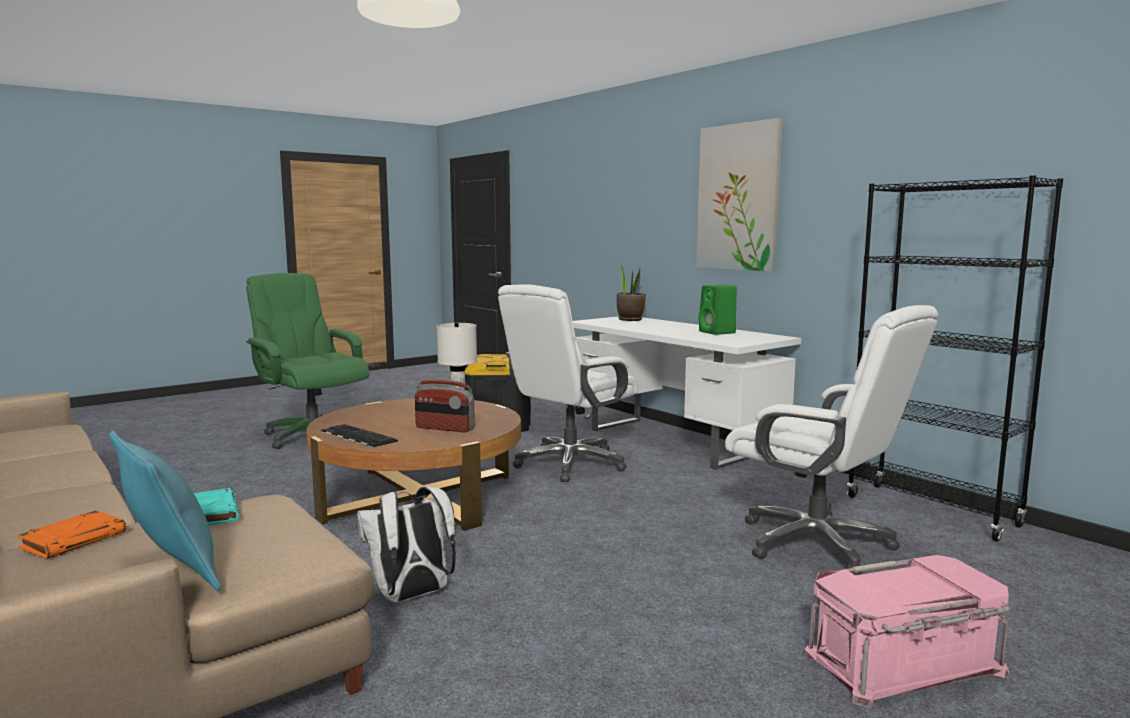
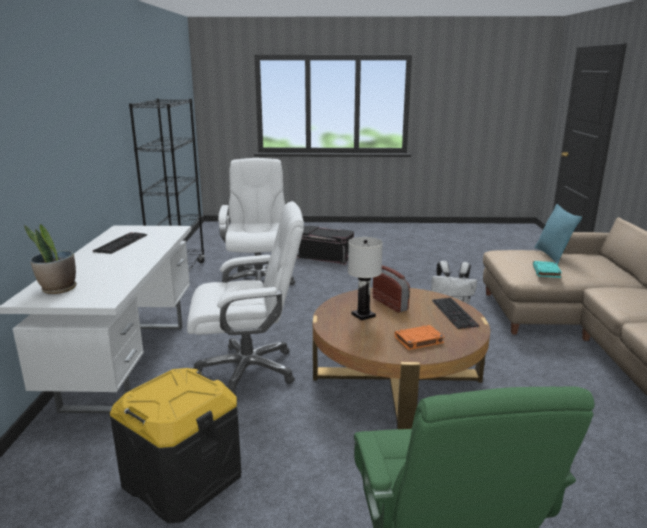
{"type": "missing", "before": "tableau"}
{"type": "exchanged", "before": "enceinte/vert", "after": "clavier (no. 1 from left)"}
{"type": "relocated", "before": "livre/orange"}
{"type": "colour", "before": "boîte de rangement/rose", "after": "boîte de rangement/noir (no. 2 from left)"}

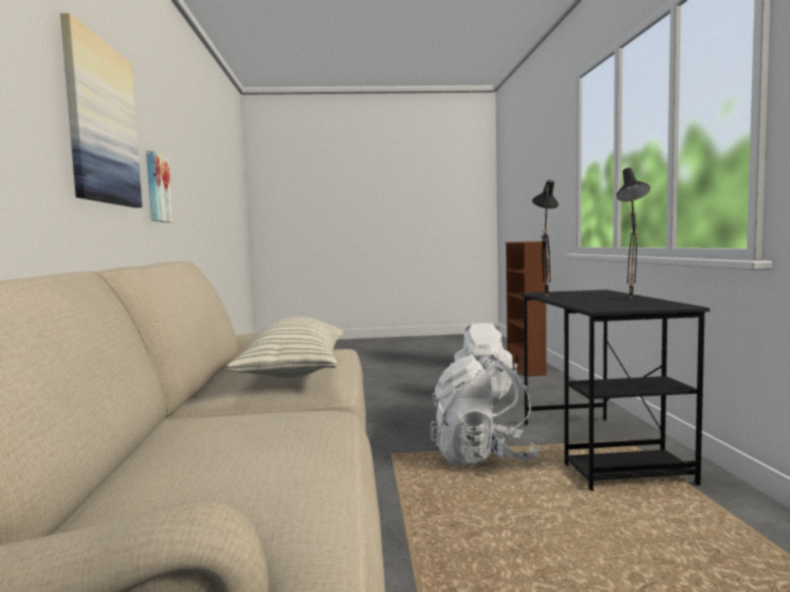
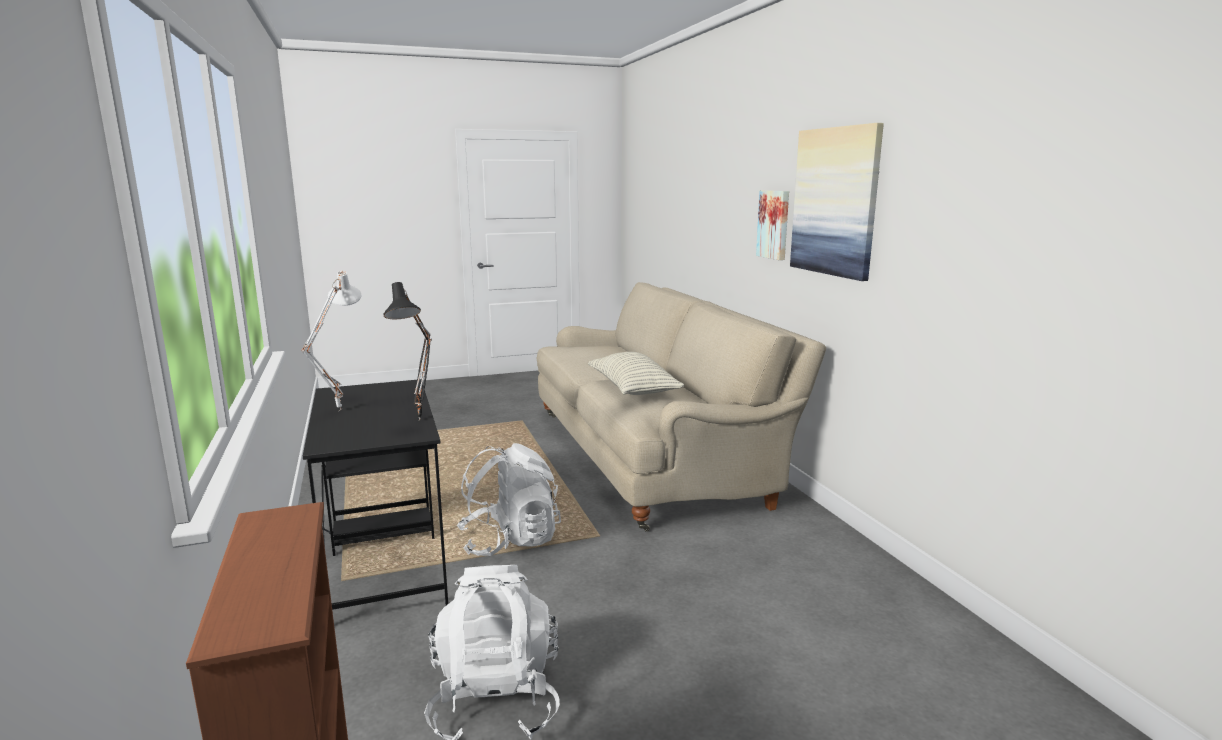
{"type": "relocated", "before": "tableau (no. 2 from left in the first image)", "after": "tableau (no. 1 from left)"}
{"type": "colour", "before": "lampe de table/noir (no. 2 from left)", "after": "lampe de table/blanc"}

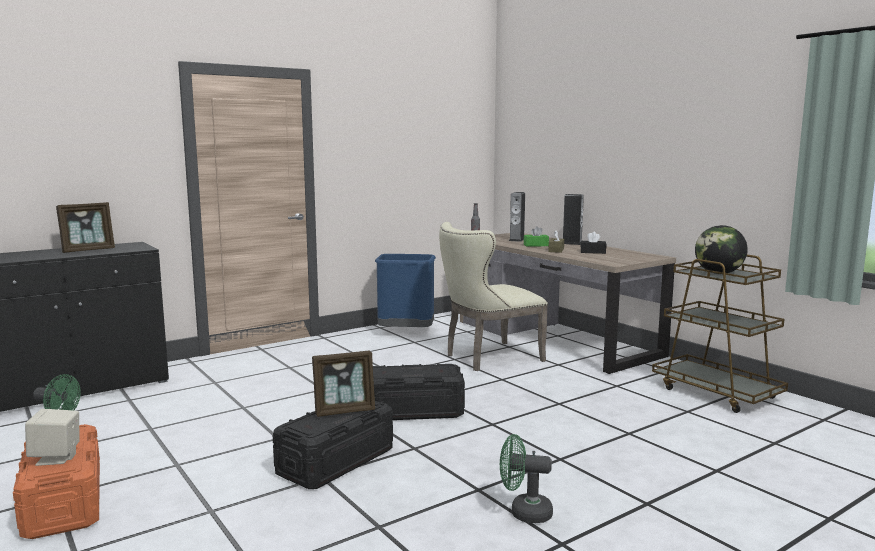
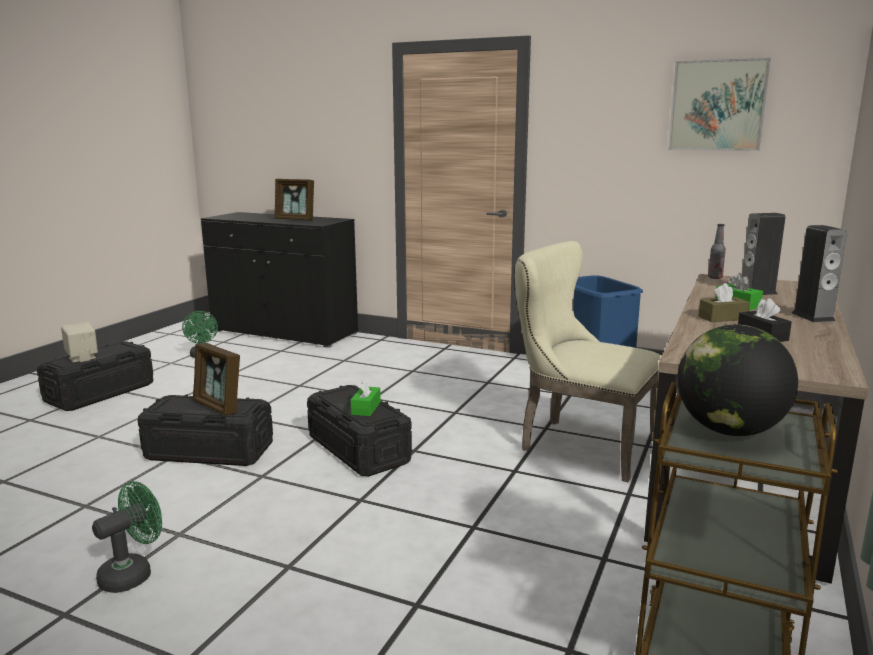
{"type": "colour", "before": "boîte de rangement/orange", "after": "boîte de rangement/noir (no. 1 from left)"}
{"type": "spun", "before": "ventilateur/vert (no. 2 from left in the first image)", "turn": 60}
{"type": "appeared", "after": "tableau"}
{"type": "appeared", "after": "boîte à mouchoirs/vert (no. 1 from left)"}

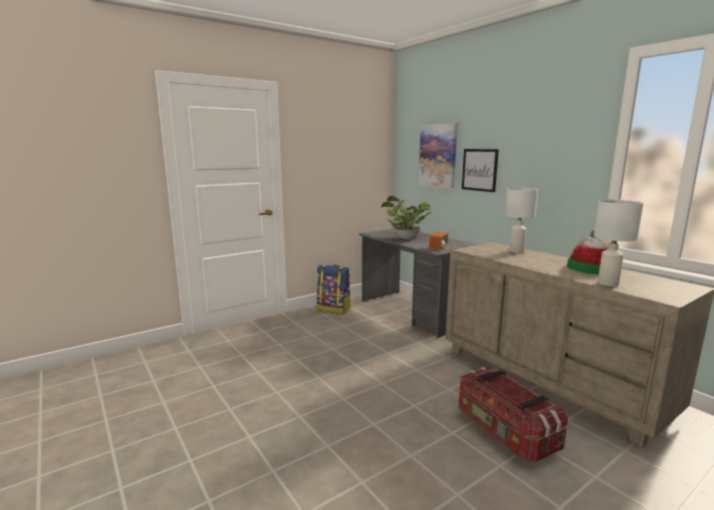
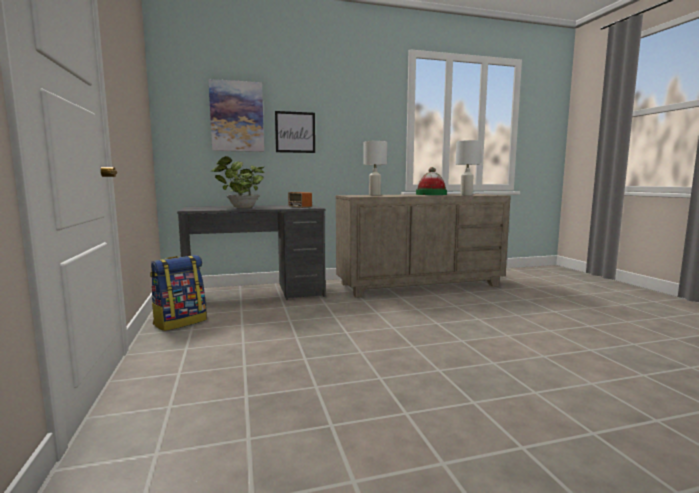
{"type": "missing", "before": "boîte de rangement"}

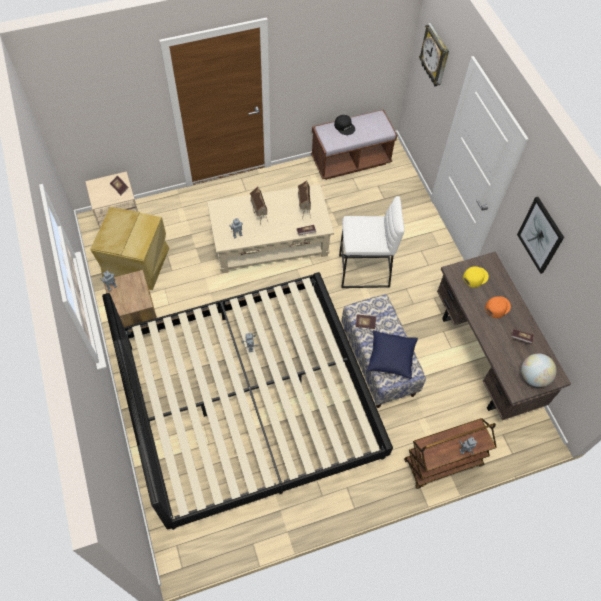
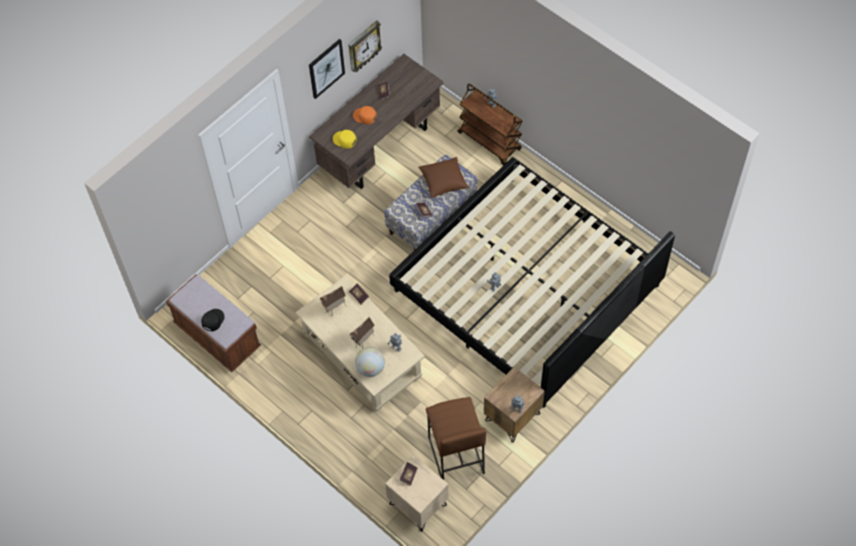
{"type": "relocated", "before": "horloge murale"}
{"type": "missing", "before": "tabouret/blanc"}
{"type": "exchanged", "before": "boîte de rangement/beige", "after": "tabouret/marron"}
{"type": "colour", "before": "coussin/bleu", "after": "coussin/marron"}
{"type": "relocated", "before": "globe"}

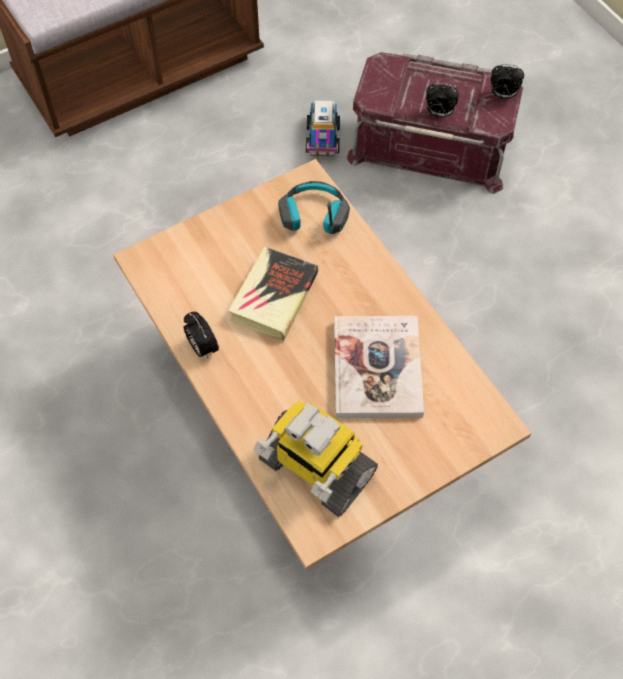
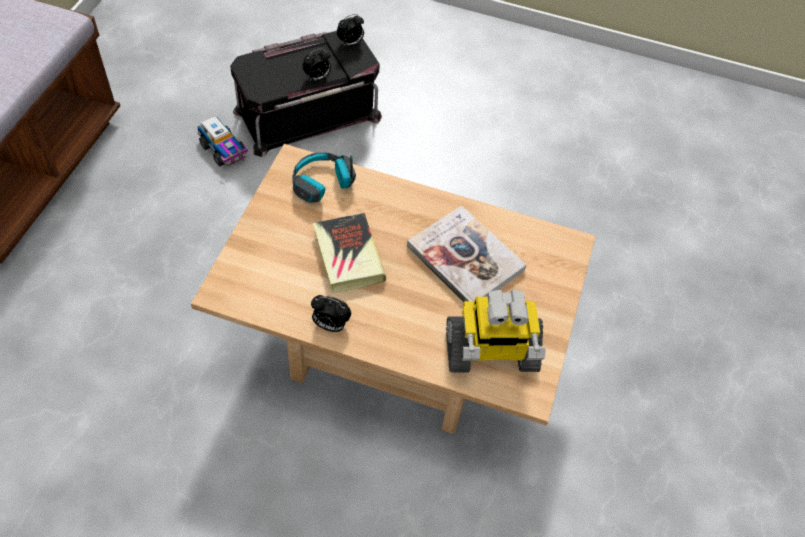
{"type": "colour", "before": "boîte de rangement/rouge", "after": "boîte de rangement/noir"}

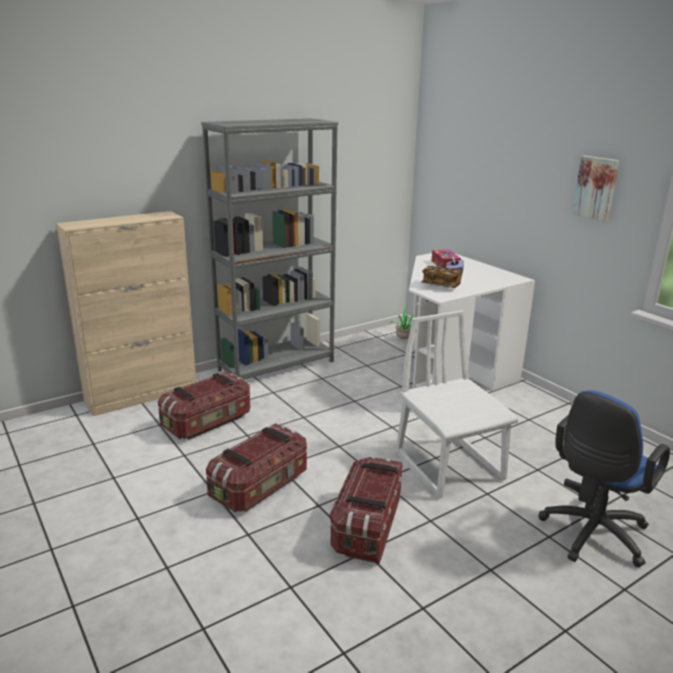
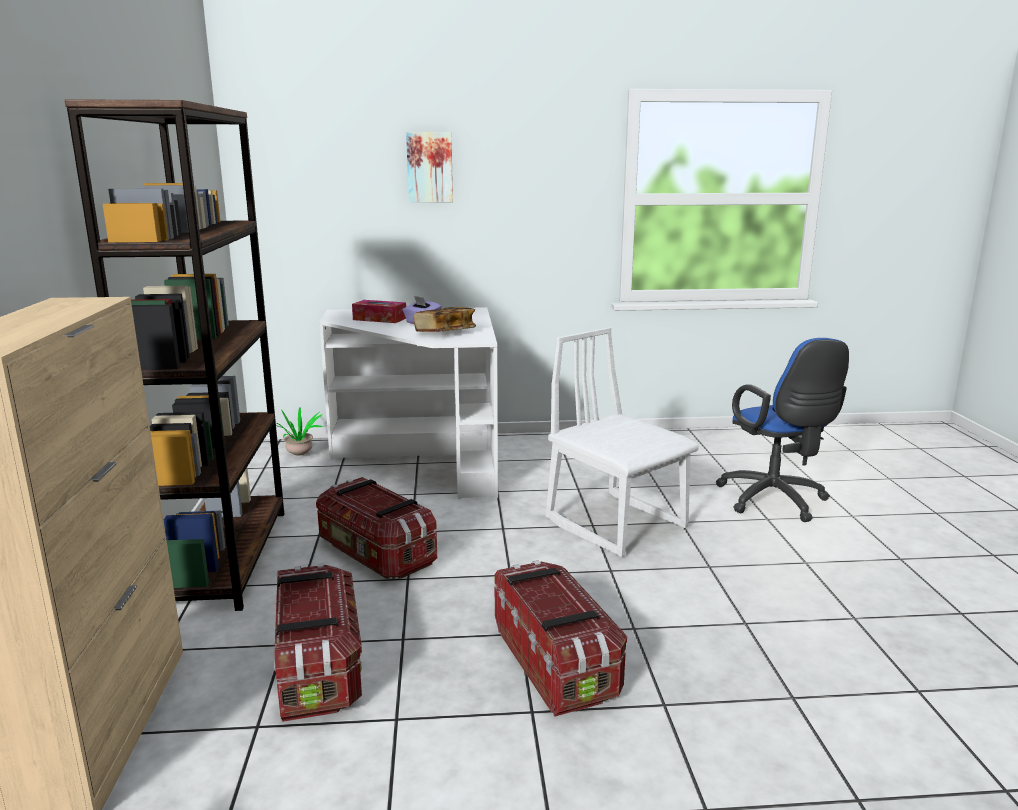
{"type": "colour", "before": "bibliothèque/gris", "after": "bibliothèque/marron"}
{"type": "relocated", "before": "tableau"}
{"type": "spun", "before": "chaise/blanc", "turn": 45}
{"type": "relocated", "before": "boîte de rangement (no. 3 from left in the first image)", "after": "boîte de rangement (no. 2 from left)"}

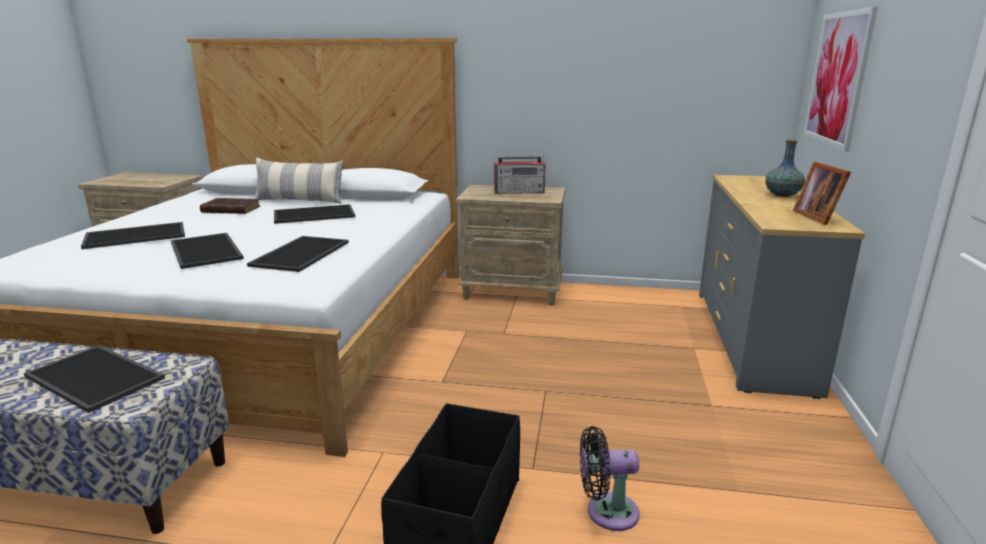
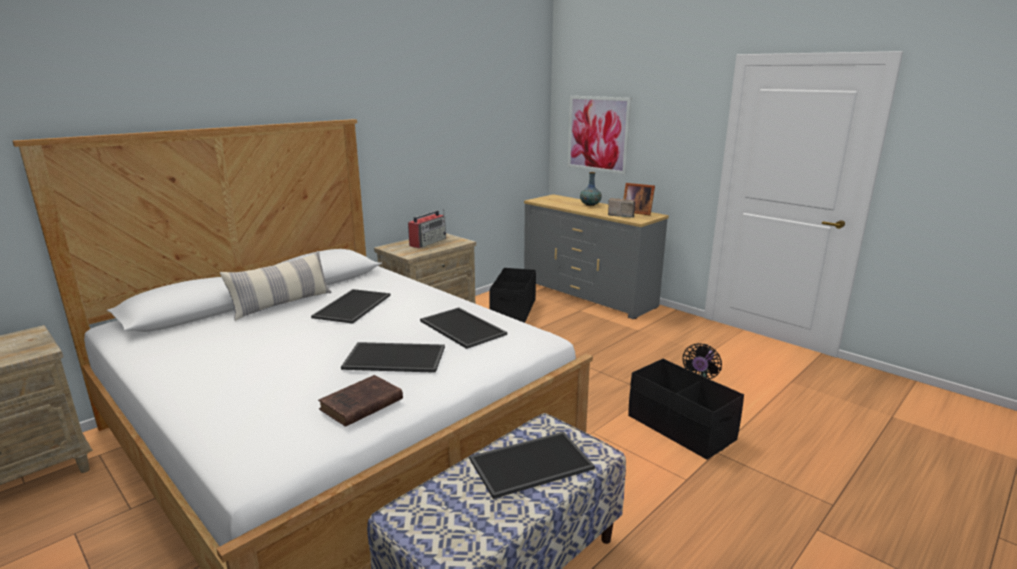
{"type": "relocated", "before": "livre/marron"}
{"type": "missing", "before": "plateau (no. 2 from left)"}
{"type": "appeared", "after": "radio (no. 2 from left)"}
{"type": "appeared", "after": "boîte de rangement/noir (no. 1 from left)"}

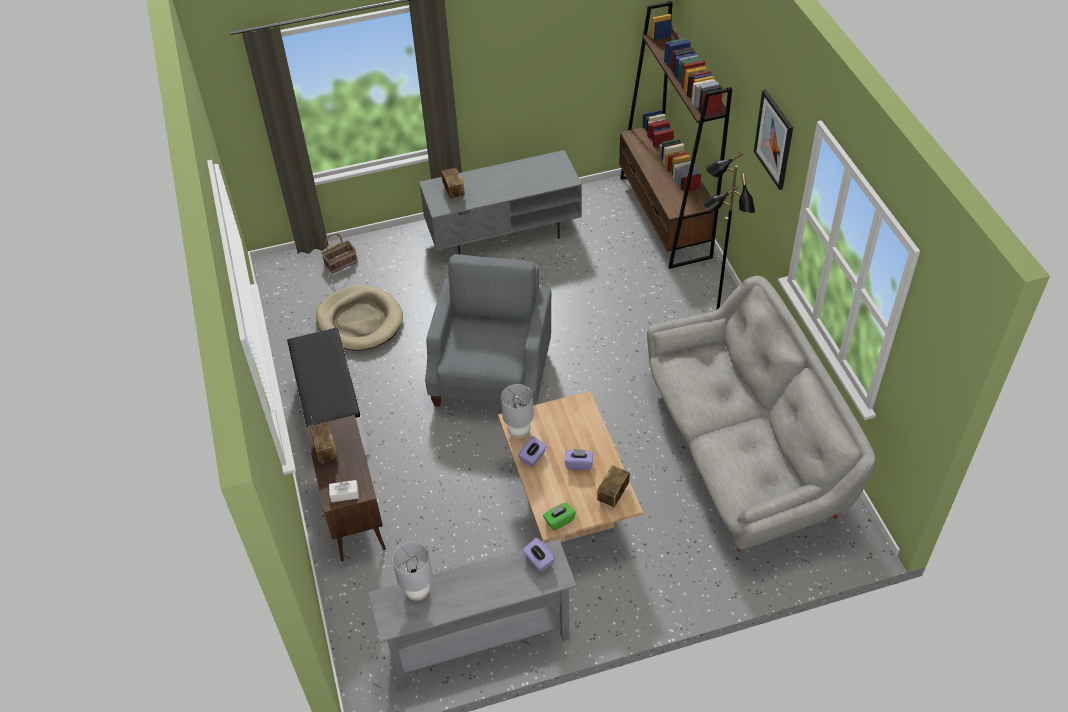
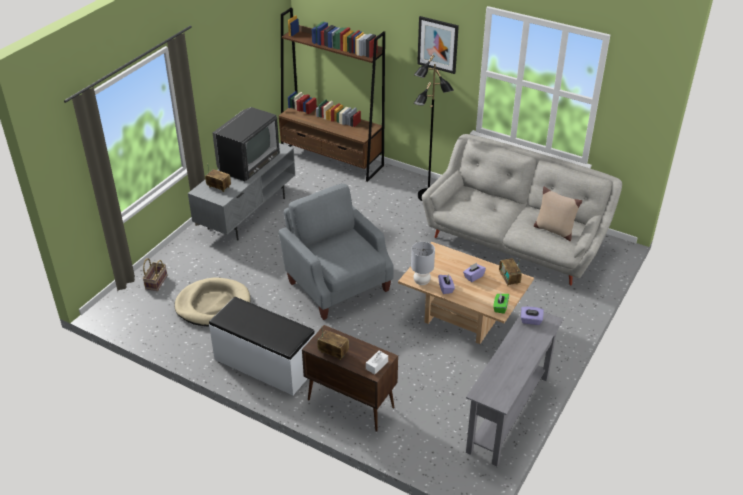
{"type": "missing", "before": "lampe de table/gris (no. 1 from left)"}
{"type": "appeared", "after": "téléviseur"}
{"type": "appeared", "after": "coussin/beige"}

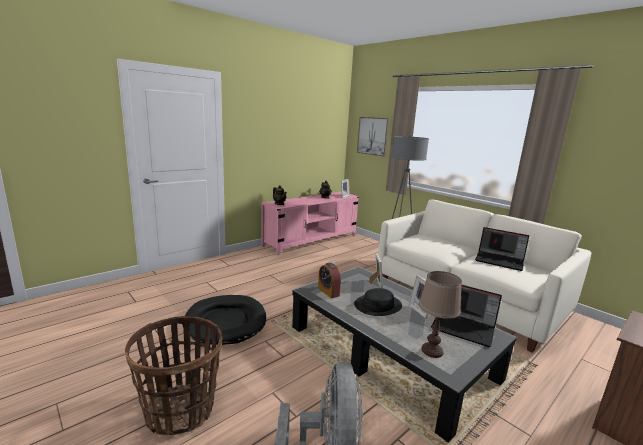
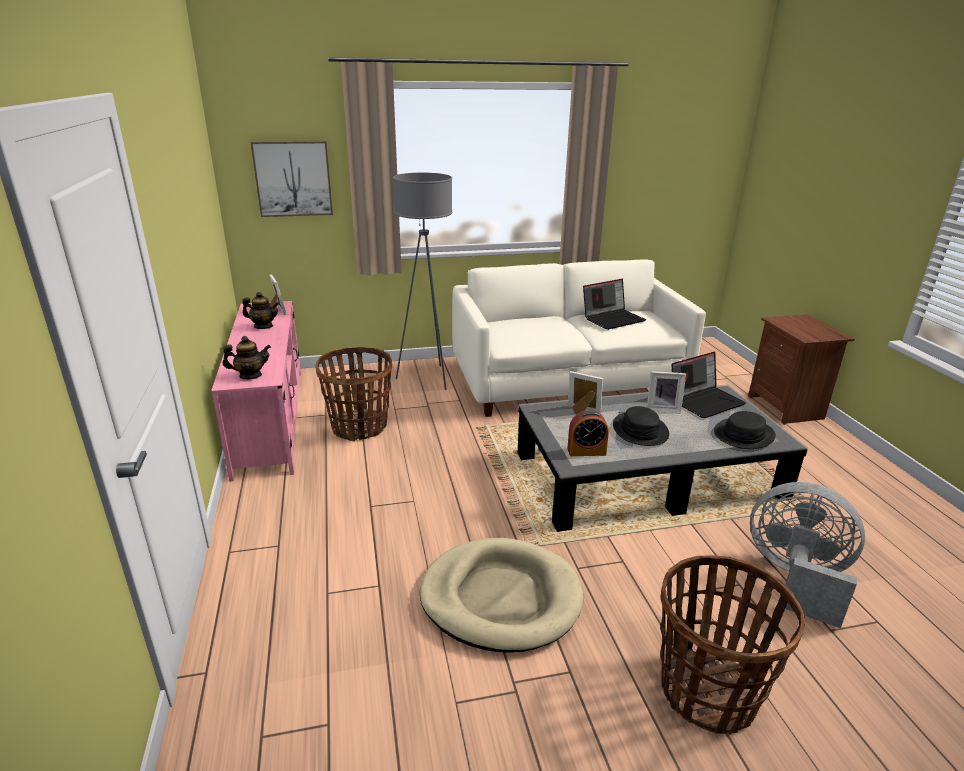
{"type": "exchanged", "before": "lampe de table/marron", "after": "chapeau/noir (no. 2 from left)"}
{"type": "colour", "before": "panier pour chien/noir", "after": "panier pour chien/beige"}
{"type": "appeared", "after": "panier (no. 1 from left)"}

